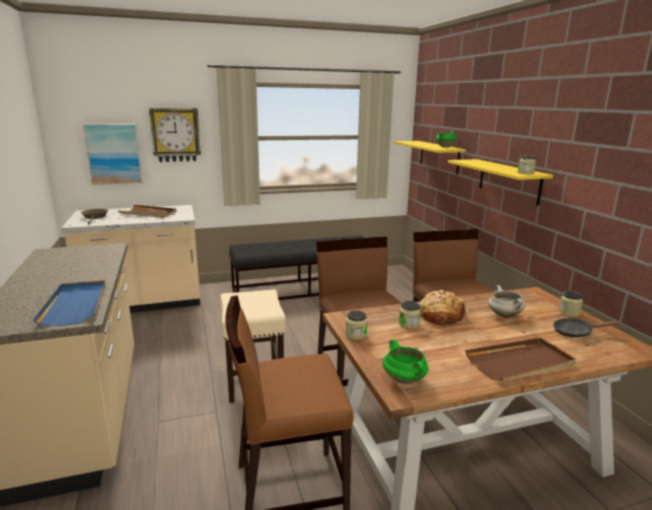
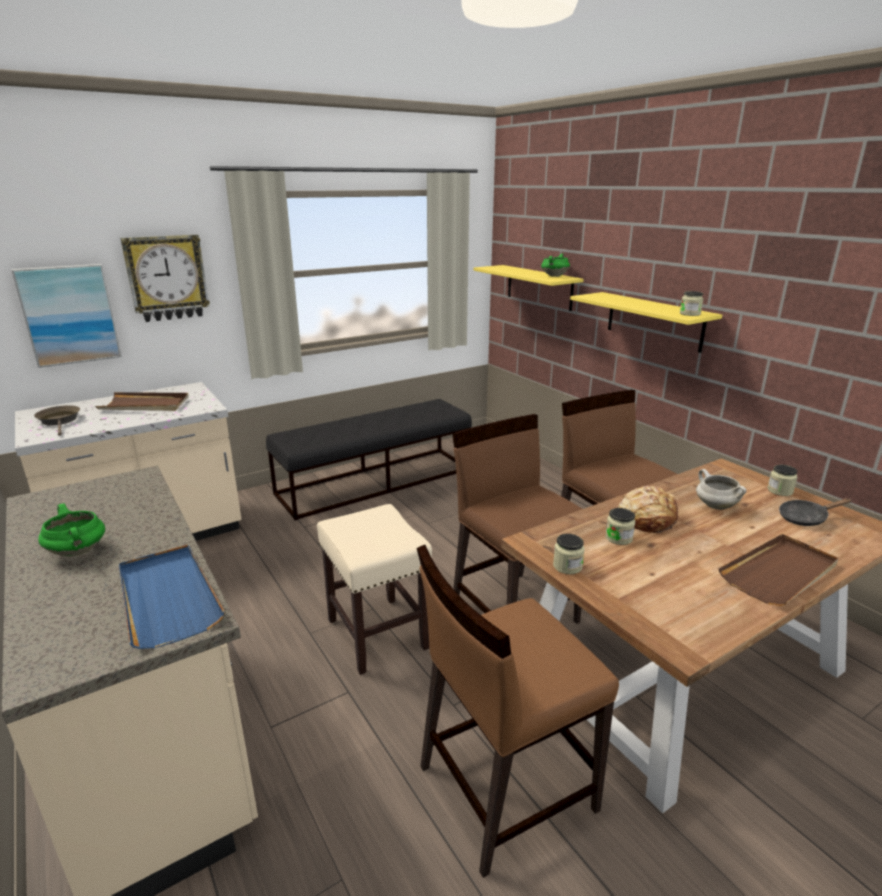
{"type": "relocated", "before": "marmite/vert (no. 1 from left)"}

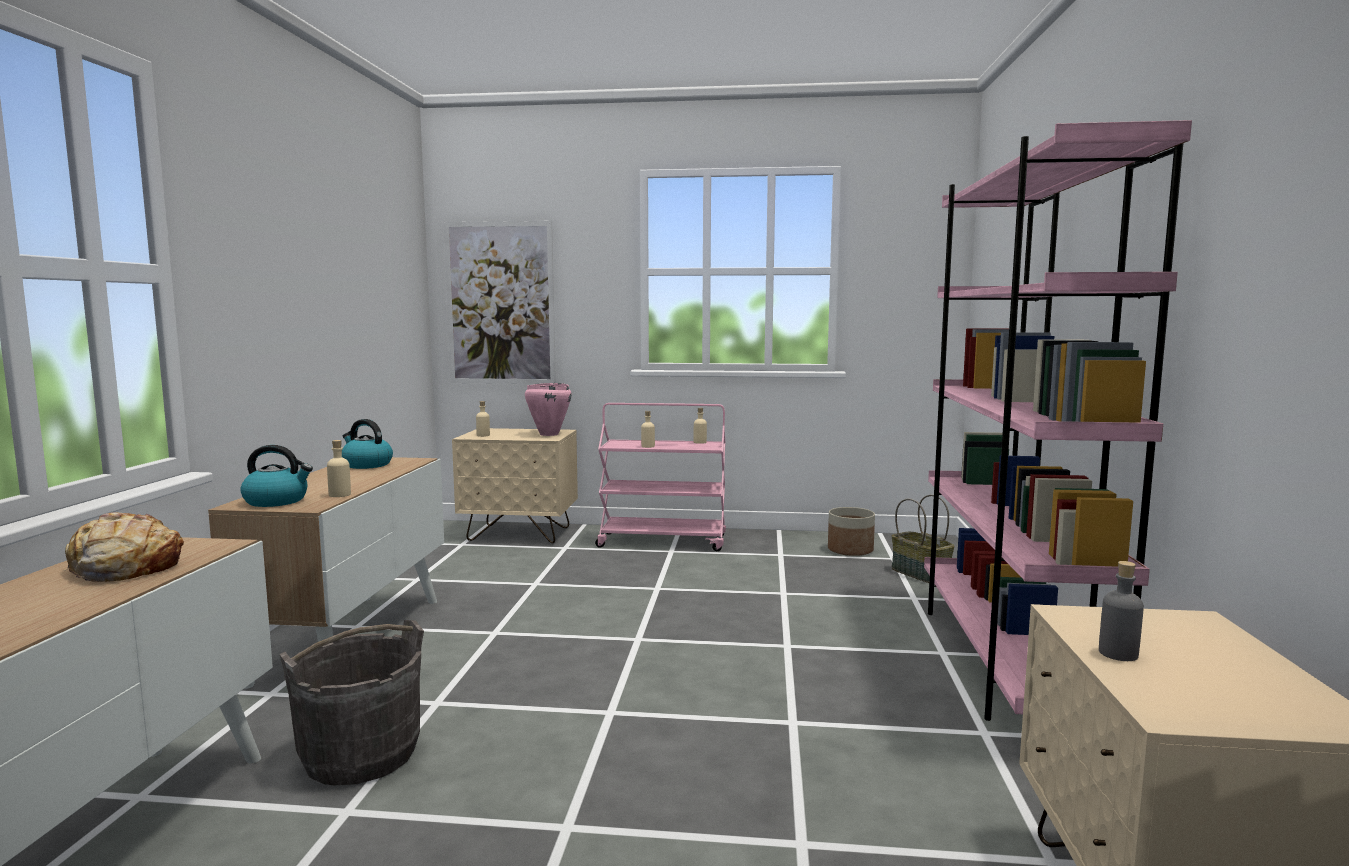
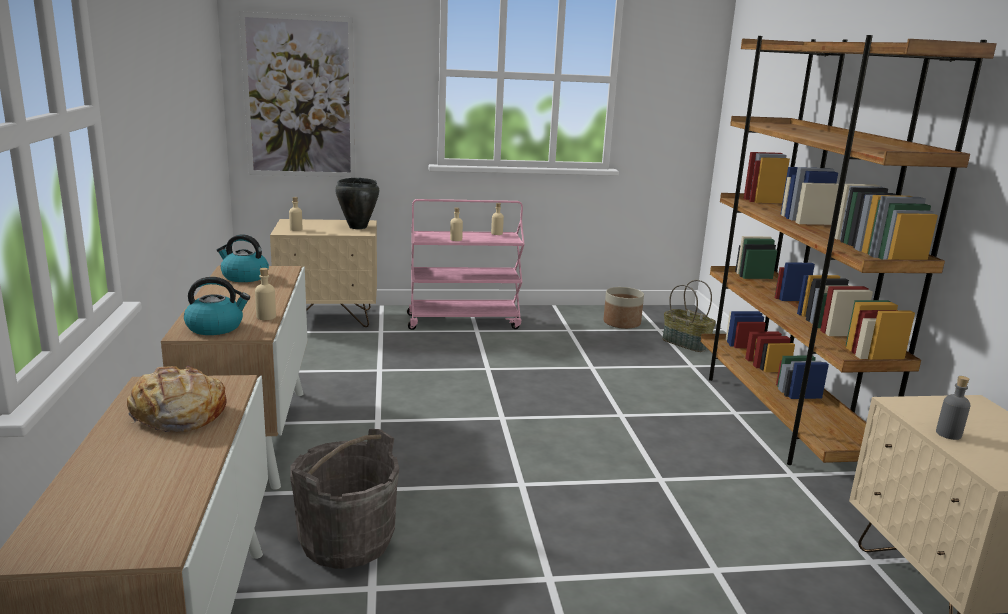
{"type": "colour", "before": "bibliothèque/rose", "after": "bibliothèque/marron"}
{"type": "colour", "before": "marmite/rose", "after": "marmite/noir"}

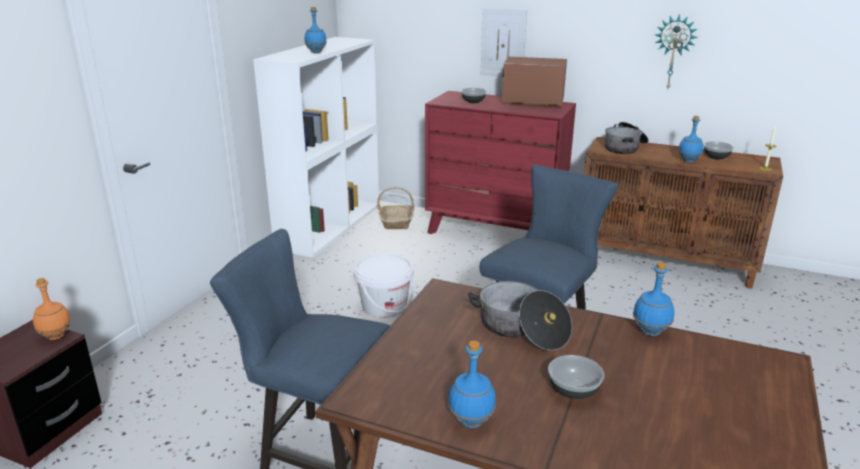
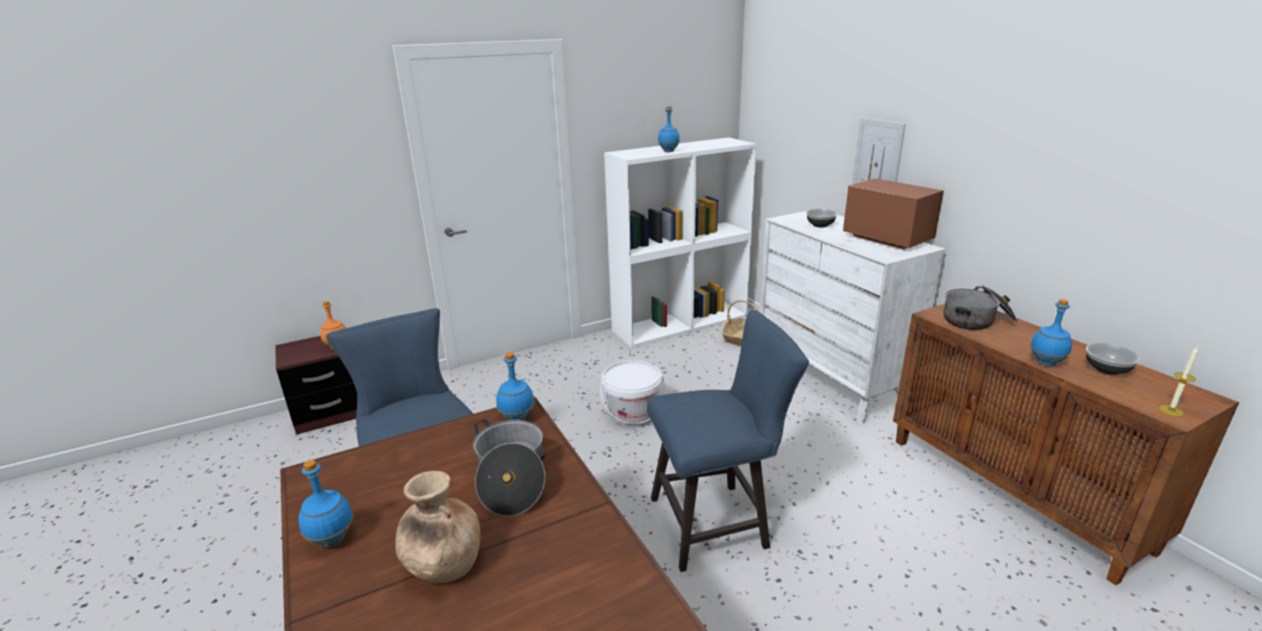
{"type": "missing", "before": "horloge murale"}
{"type": "colour", "before": "commode/rouge", "after": "commode/blanc"}
{"type": "relocated", "before": "bouteille/bleu (no. 3 from left in the first image)", "after": "bouteille/bleu (no. 2 from left)"}
{"type": "exchanged", "before": "bol (no. 2 from left)", "after": "vase/marron"}

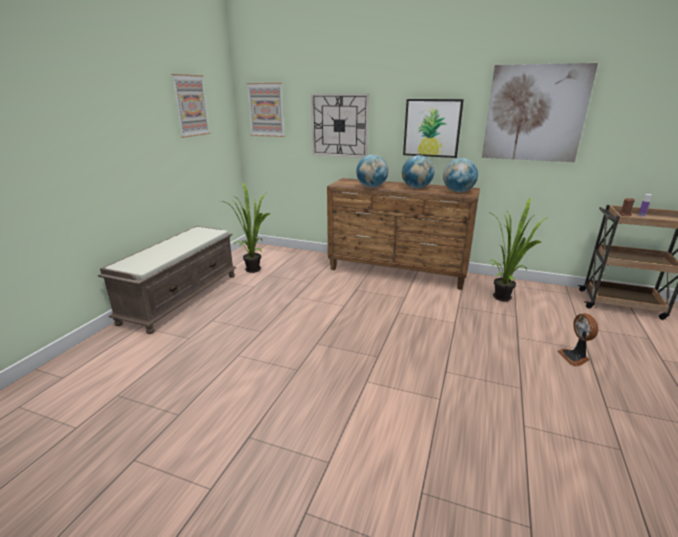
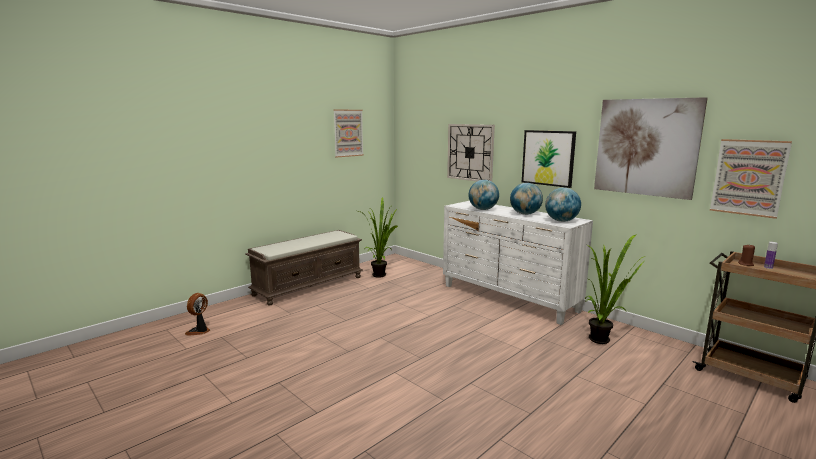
{"type": "relocated", "before": "tableau (no. 2 from left in the first image)", "after": "tableau (no. 4 from left)"}
{"type": "colour", "before": "commode/marron", "after": "commode/blanc"}
{"type": "relocated", "before": "ventilateur"}

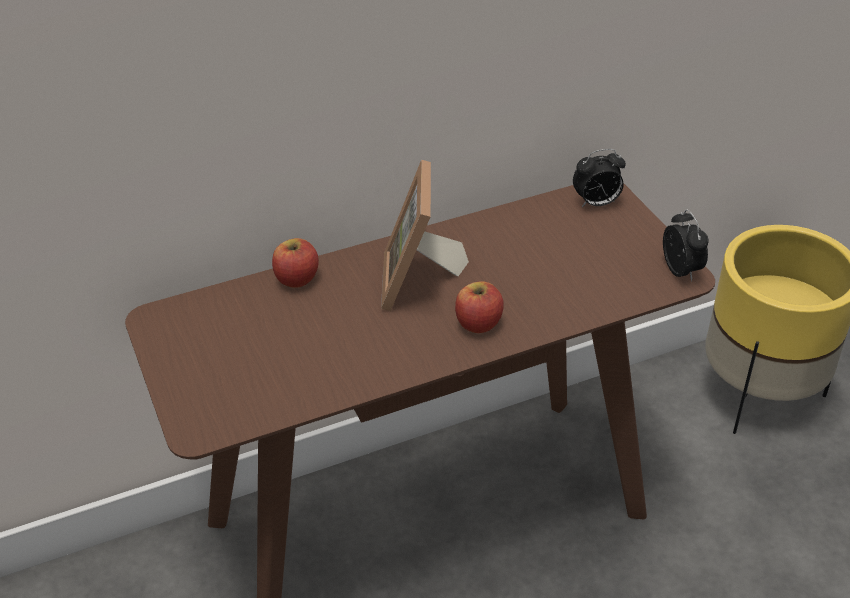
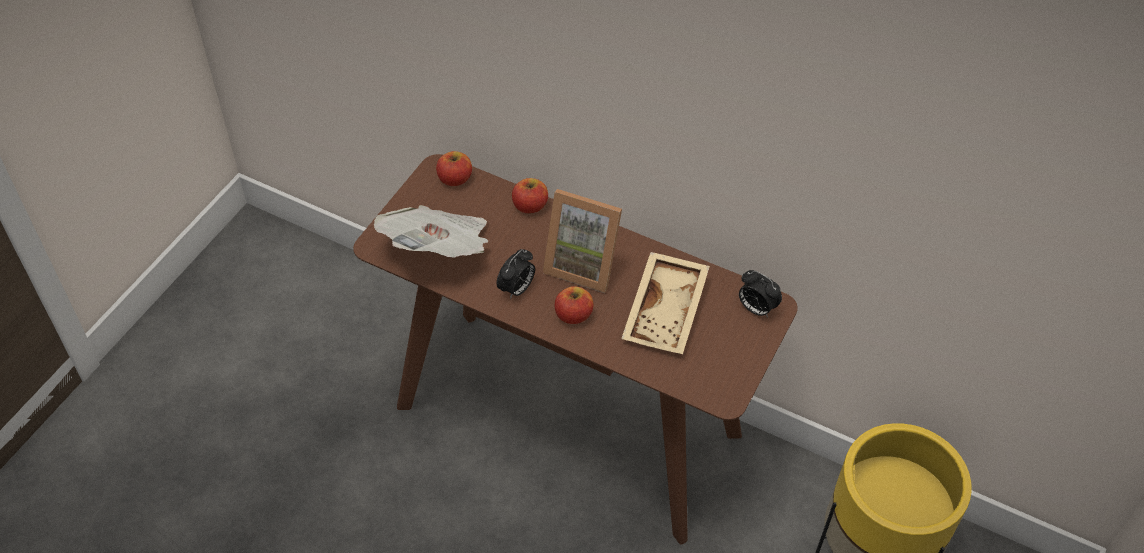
{"type": "spun", "before": "cadre photo", "turn": -120}
{"type": "relocated", "before": "réveil (no. 2 from left in the first image)", "after": "réveil (no. 1 from left)"}
{"type": "appeared", "after": "pomme (no. 1 from left)"}
{"type": "appeared", "after": "journal"}
{"type": "appeared", "after": "plateau/beige"}

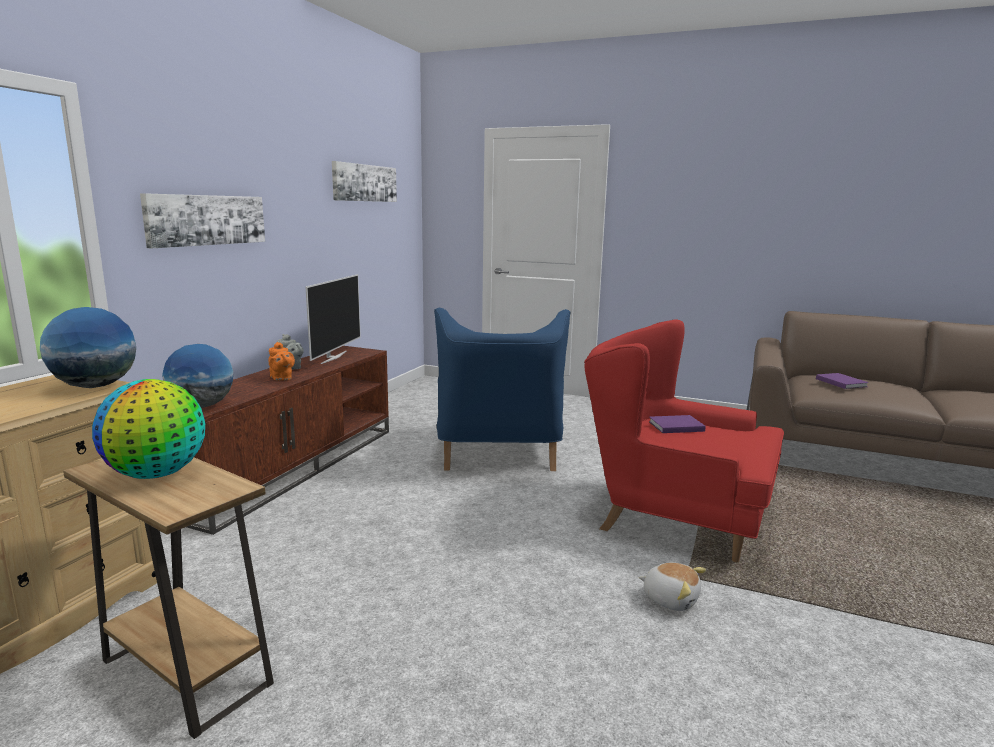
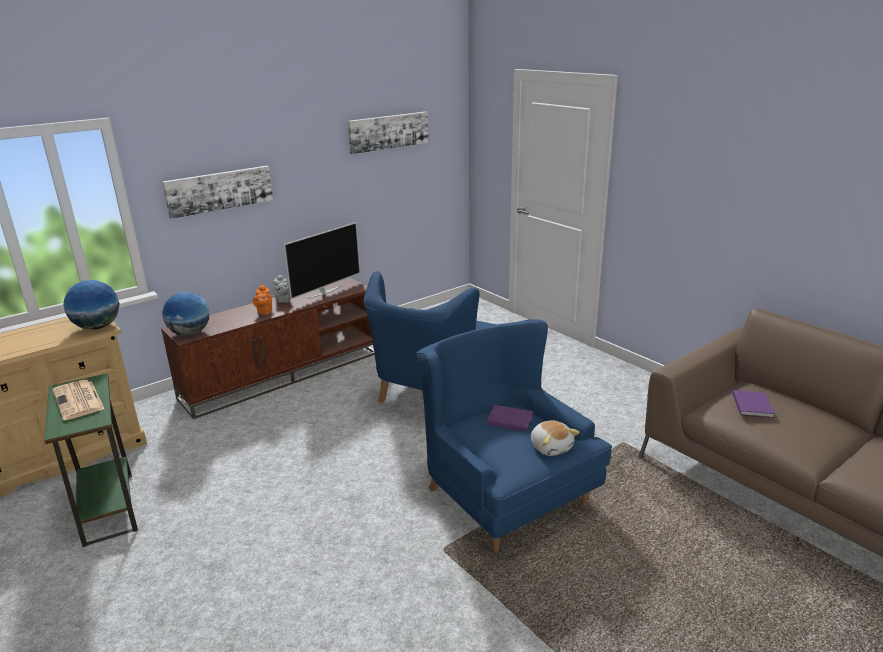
{"type": "colour", "before": "fauteuil/rouge", "after": "fauteuil/bleu (no. 2 from left)"}
{"type": "exchanged", "before": "globe (no. 2 from left)", "after": "journal"}
{"type": "colour", "before": "table d'appoint/marron", "after": "table d'appoint/vert"}
{"type": "relocated", "before": "peluche"}

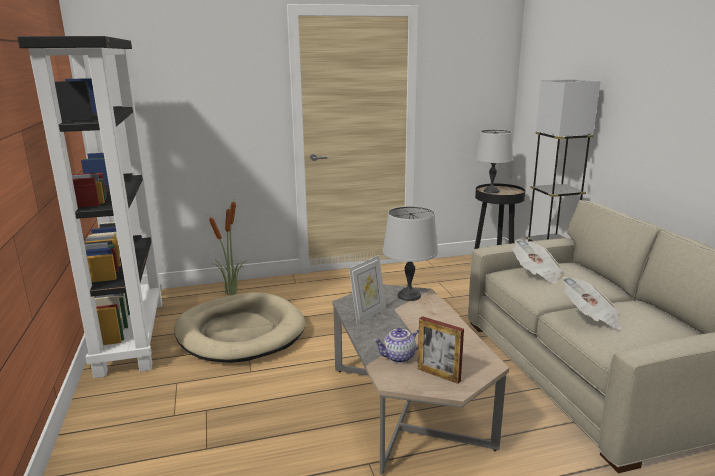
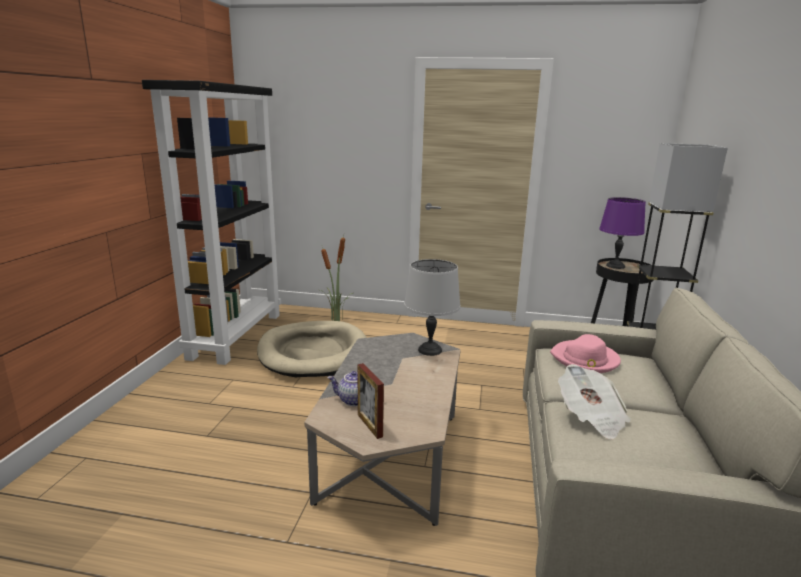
{"type": "colour", "before": "lampe de table/gris (no. 2 from left)", "after": "lampe de table/violet"}
{"type": "exchanged", "before": "journal (no. 1 from left)", "after": "chapeau/rose"}
{"type": "missing", "before": "cadre photo (no. 1 from left)"}

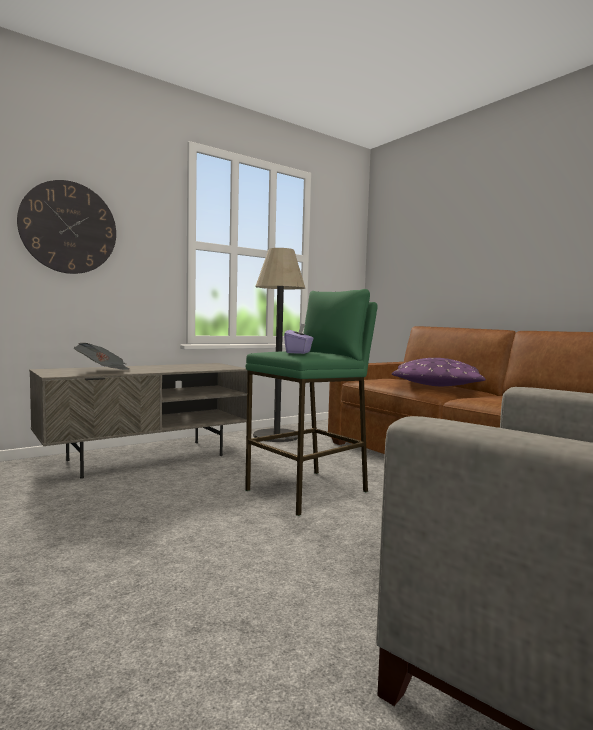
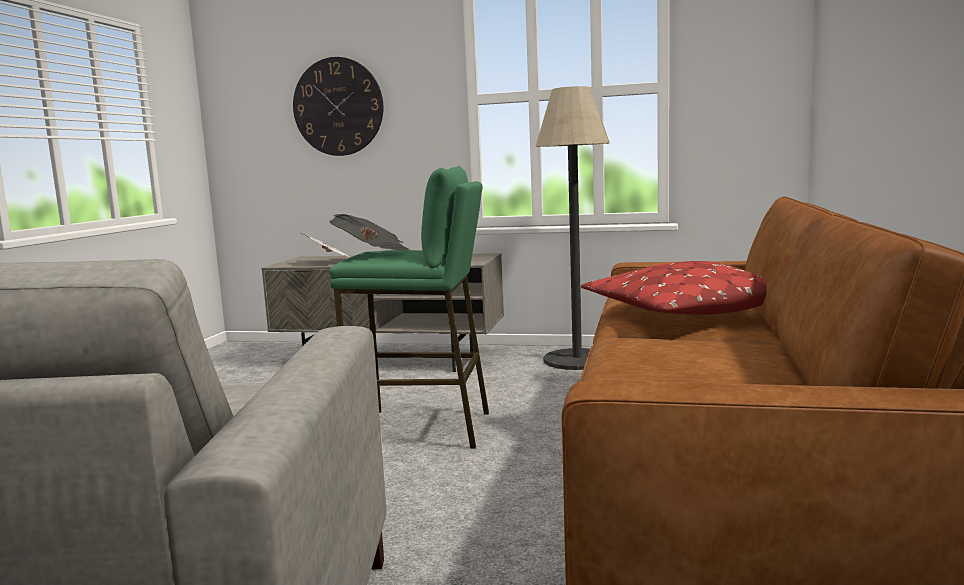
{"type": "exchanged", "before": "boîte à mouchoirs/violet", "after": "journal (no. 2 from left)"}
{"type": "colour", "before": "coussin/violet", "after": "coussin/rouge"}

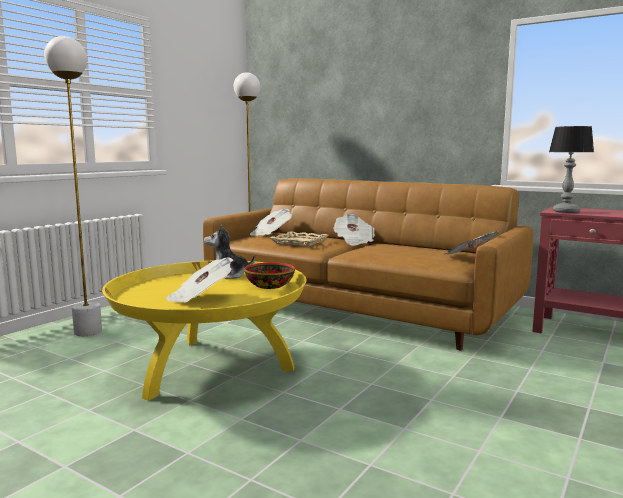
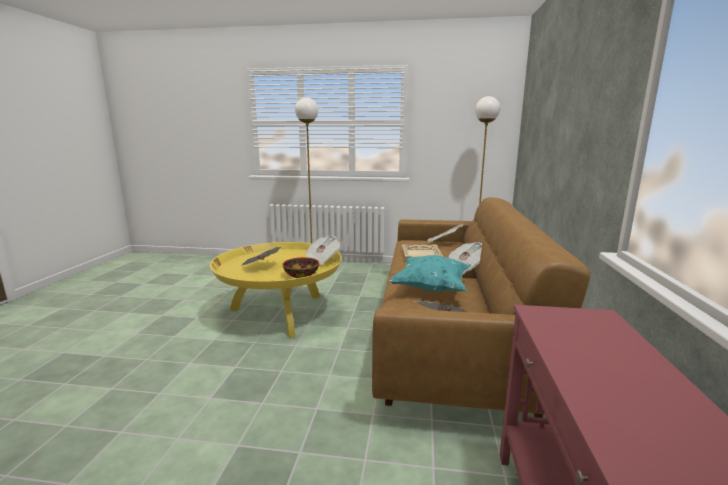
{"type": "missing", "before": "lampe de table"}
{"type": "exchanged", "before": "peluche", "after": "journal (no. 2 from left)"}
{"type": "appeared", "after": "coussin/turquoise"}

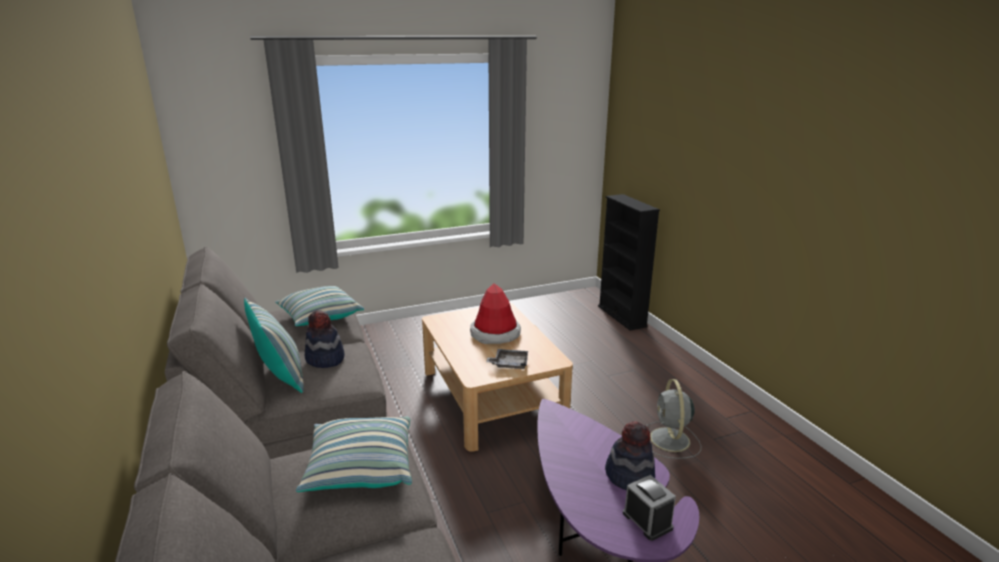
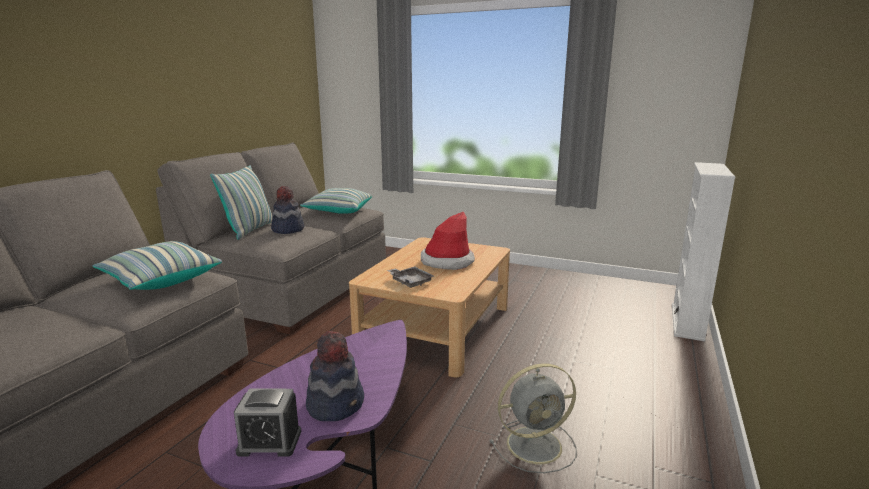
{"type": "colour", "before": "bibliothèque/noir", "after": "bibliothèque/blanc"}
{"type": "spun", "before": "ventilateur/gris", "turn": -150}
{"type": "spun", "before": "réveil", "turn": 75}

